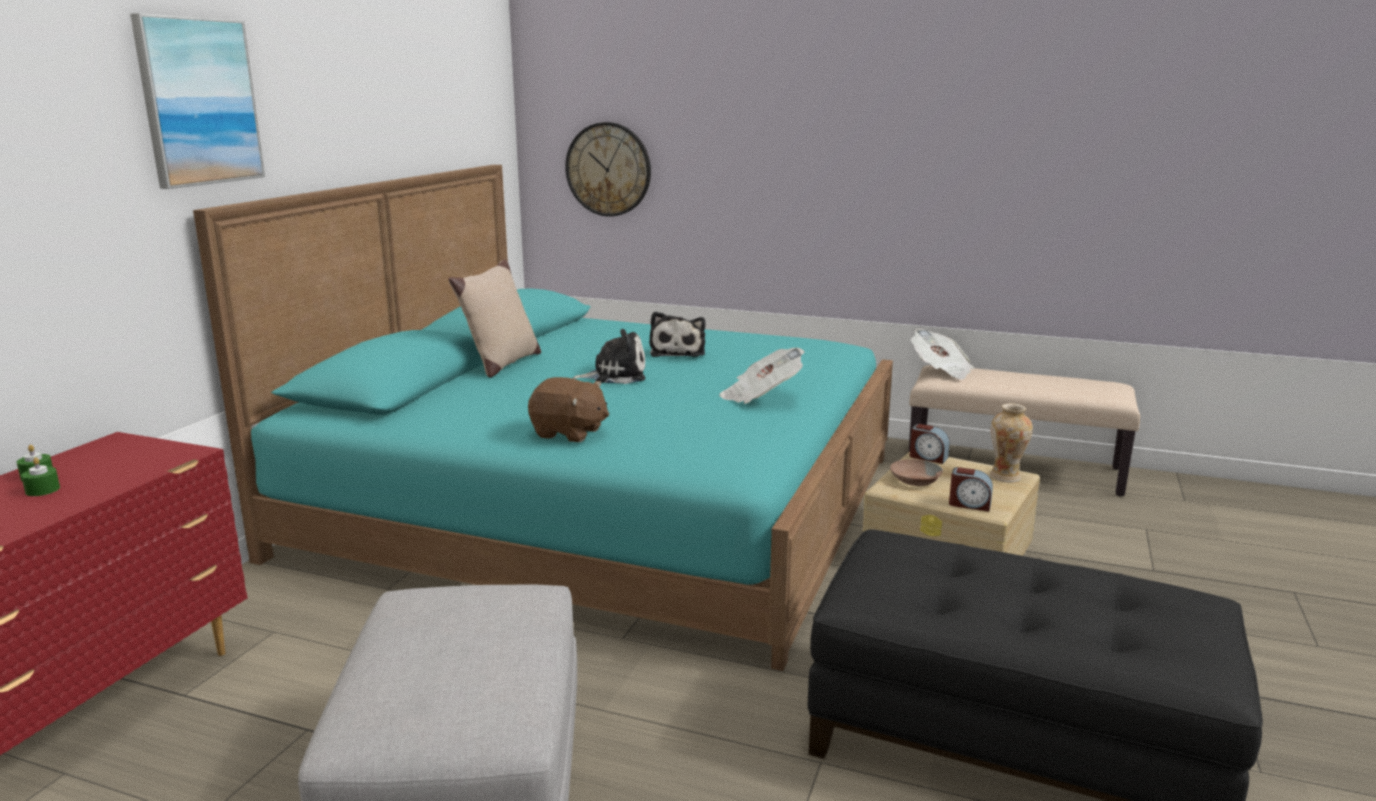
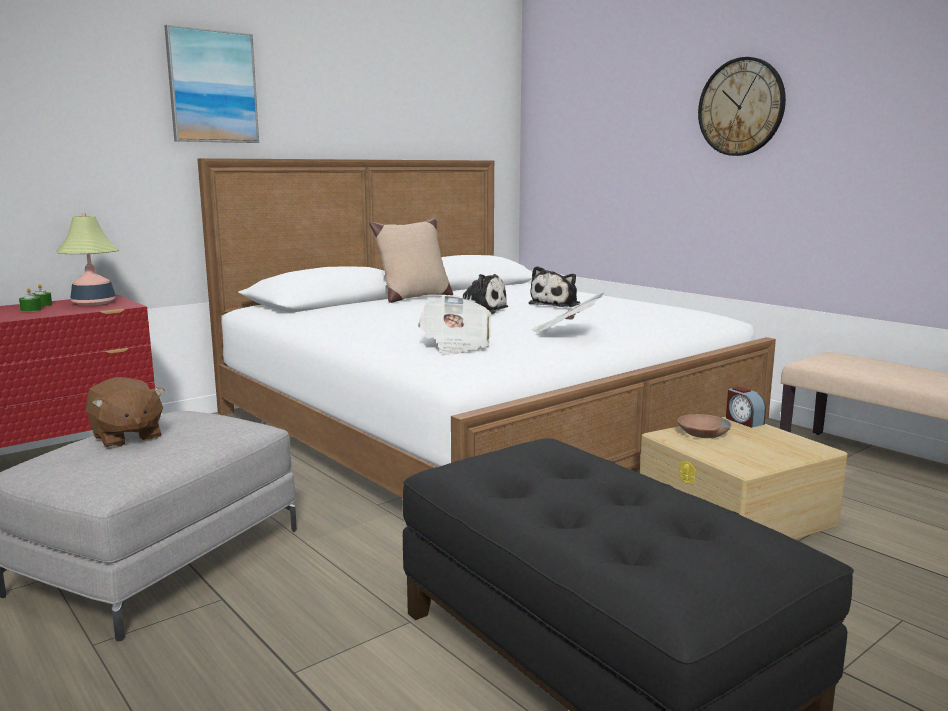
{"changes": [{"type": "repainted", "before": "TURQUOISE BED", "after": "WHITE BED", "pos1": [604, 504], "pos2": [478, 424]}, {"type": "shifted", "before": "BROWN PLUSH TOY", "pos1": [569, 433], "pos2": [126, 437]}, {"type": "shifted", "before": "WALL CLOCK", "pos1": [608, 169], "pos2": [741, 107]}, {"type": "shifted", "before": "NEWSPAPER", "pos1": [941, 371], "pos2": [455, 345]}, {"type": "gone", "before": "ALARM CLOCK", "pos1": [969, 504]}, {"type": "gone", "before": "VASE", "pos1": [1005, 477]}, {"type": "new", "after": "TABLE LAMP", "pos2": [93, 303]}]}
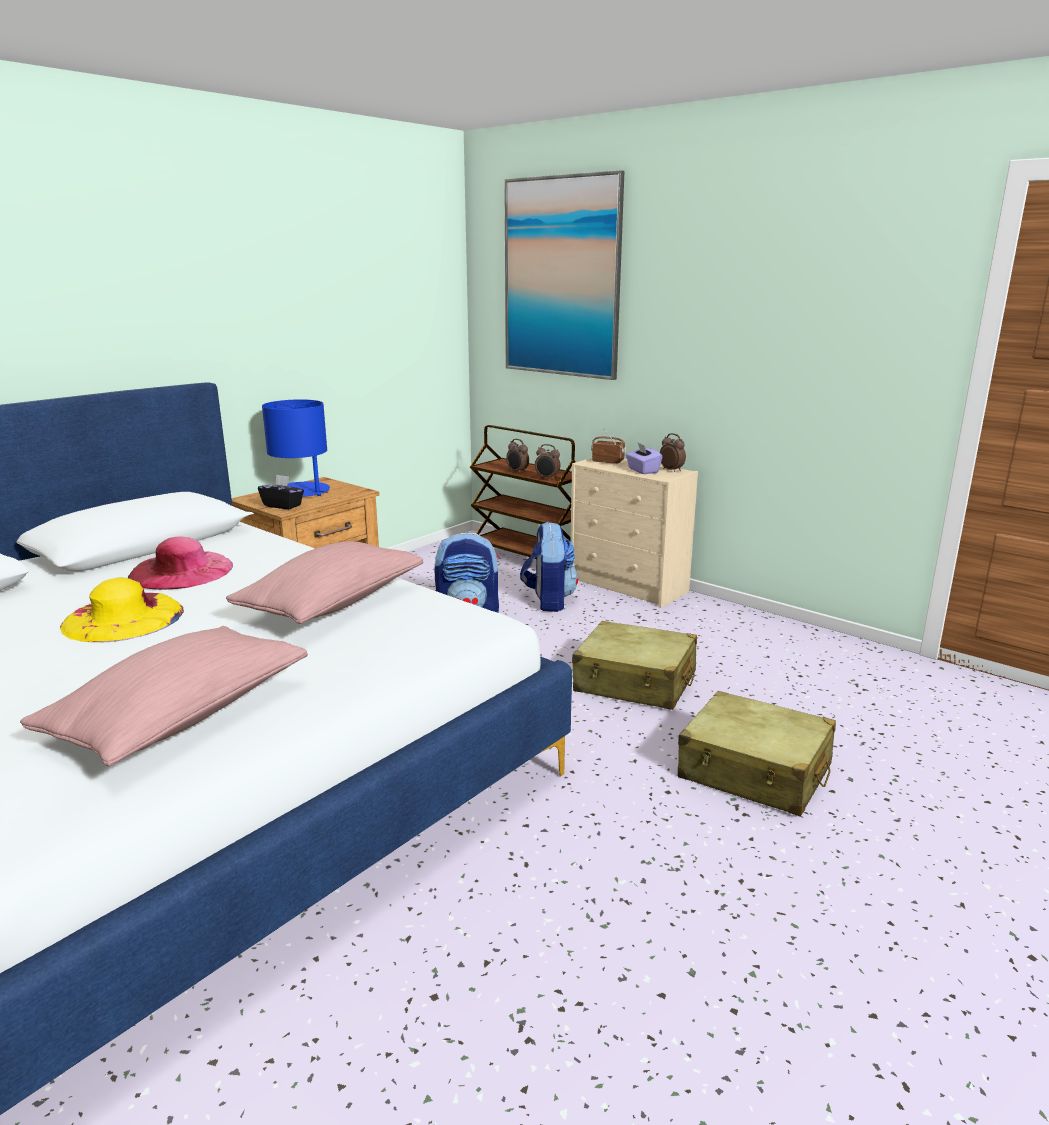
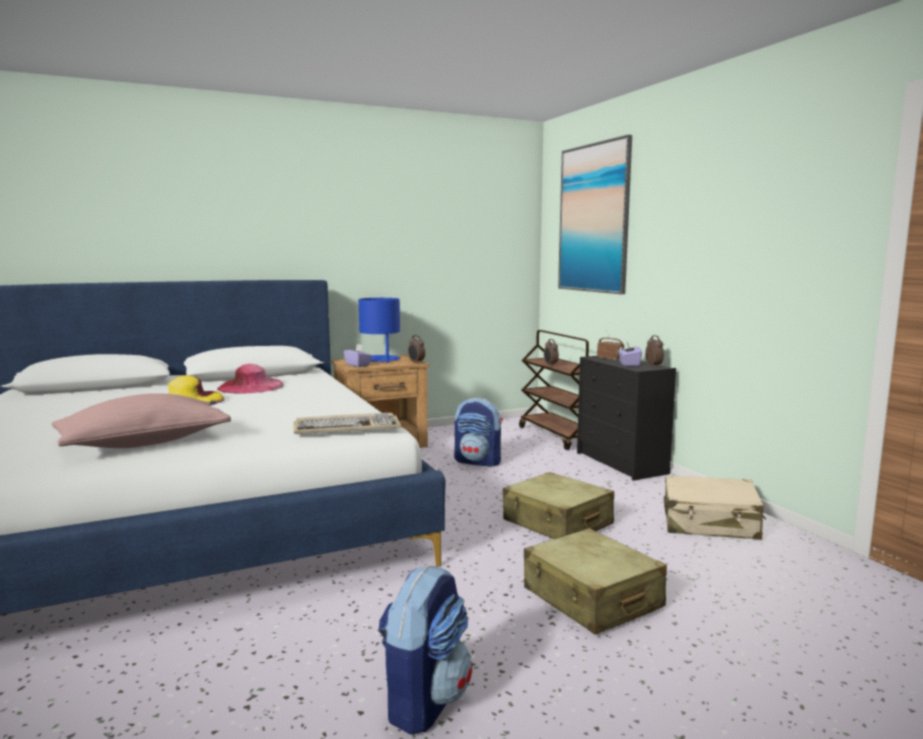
{"changes": [{"type": "gone", "before": "PINK PILLOW", "pos1": [332, 604]}, {"type": "repainted", "before": "BLACK TISSUE BOX", "after": "PURPLE TISSUE BOX", "pos1": [283, 505], "pos2": [358, 365]}, {"type": "shifted", "before": "BACKPACK", "pos1": [548, 601], "pos2": [424, 700]}, {"type": "shifted", "before": "ALARM CLOCK", "pos1": [547, 478], "pos2": [416, 362]}, {"type": "repainted", "before": "BEIGE DRESSER", "after": "BLACK DRESSER", "pos1": [629, 586], "pos2": [622, 463]}, {"type": "new", "after": "KEYBOARD", "pos2": [347, 428]}, {"type": "new", "after": "BEIGE SUITCASE", "pos2": [710, 523]}]}
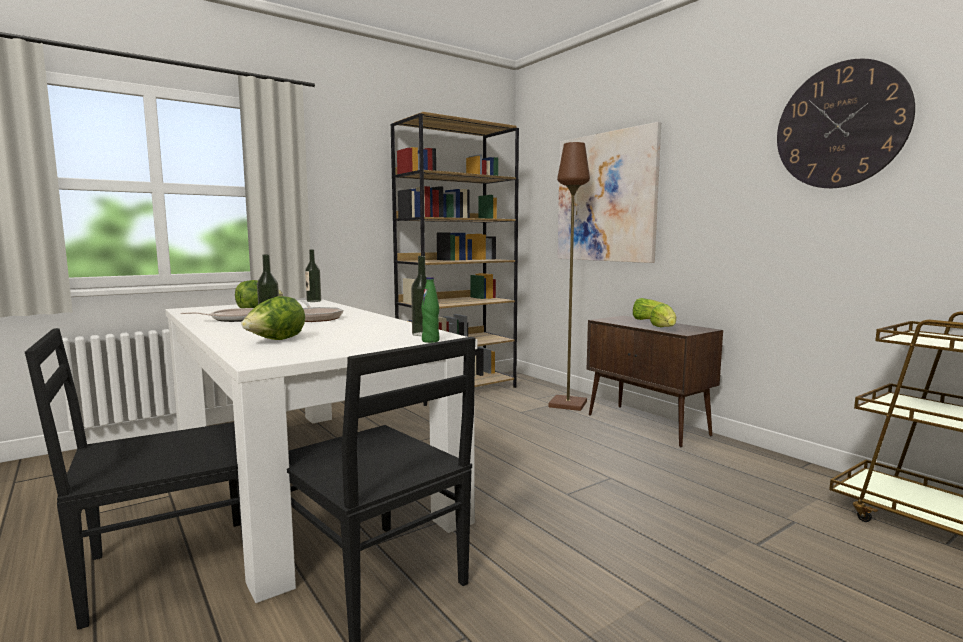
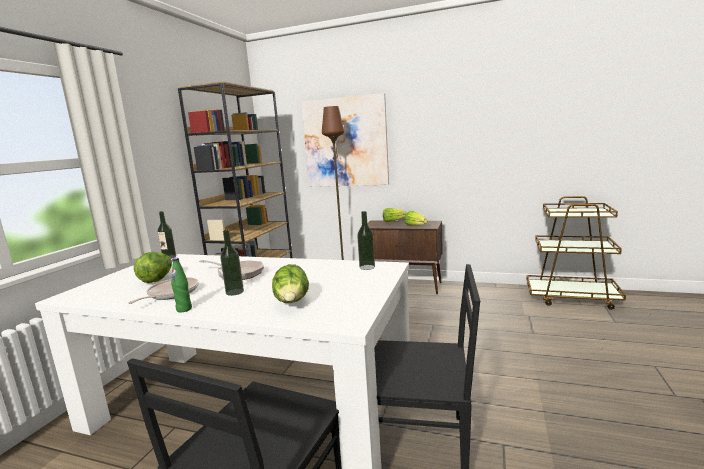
{"changes": [{"type": "shifted", "before": "GREEN BOTTLE", "pos1": [430, 341], "pos2": [184, 309]}, {"type": "gone", "before": "WALL CLOCK", "pos1": [840, 125]}]}
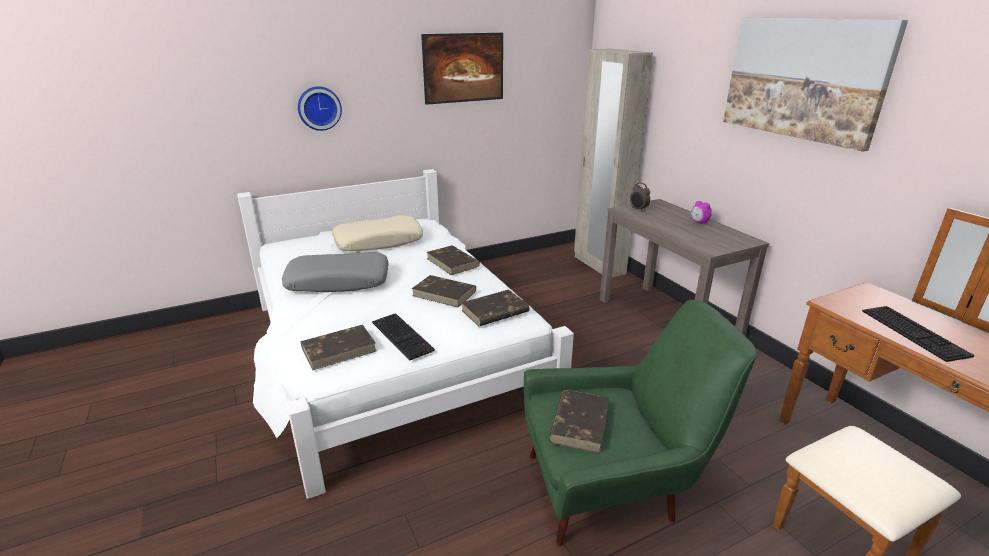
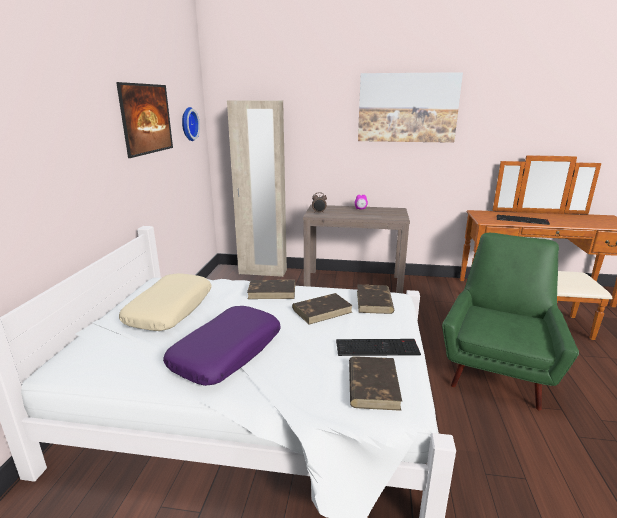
{"changes": [{"type": "repainted", "before": "GREY PILLOW", "after": "PURPLE PILLOW", "pos1": [338, 282], "pos2": [227, 353]}, {"type": "shifted", "before": "WALL CLOCK", "pos1": [319, 108], "pos2": [188, 124]}, {"type": "gone", "before": "BROWN BOOK", "pos1": [579, 423]}]}
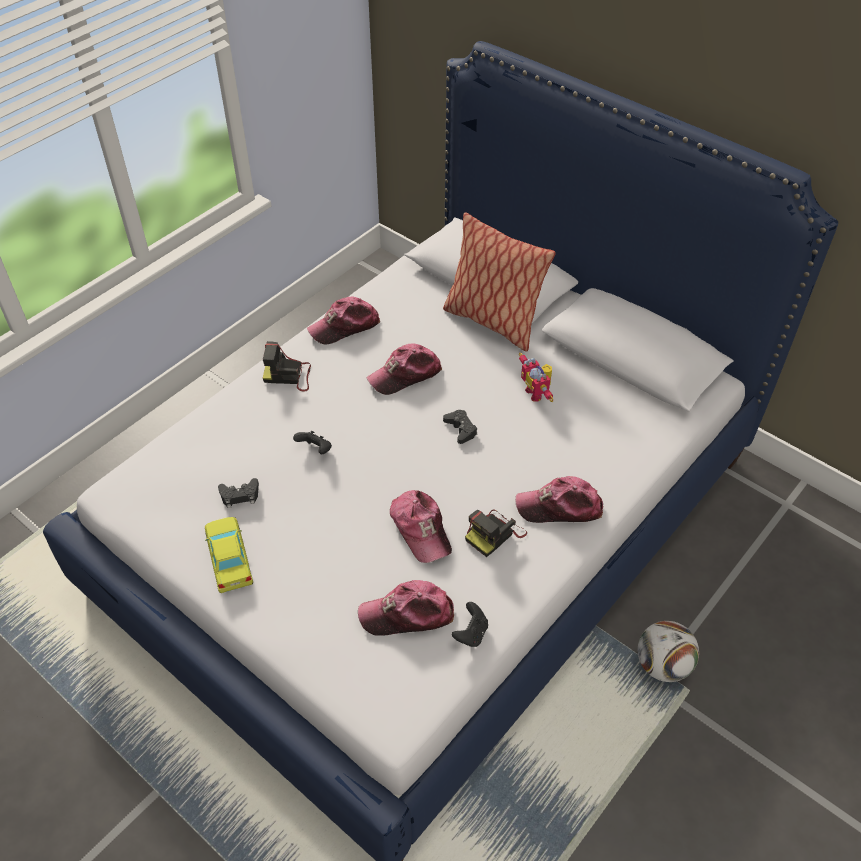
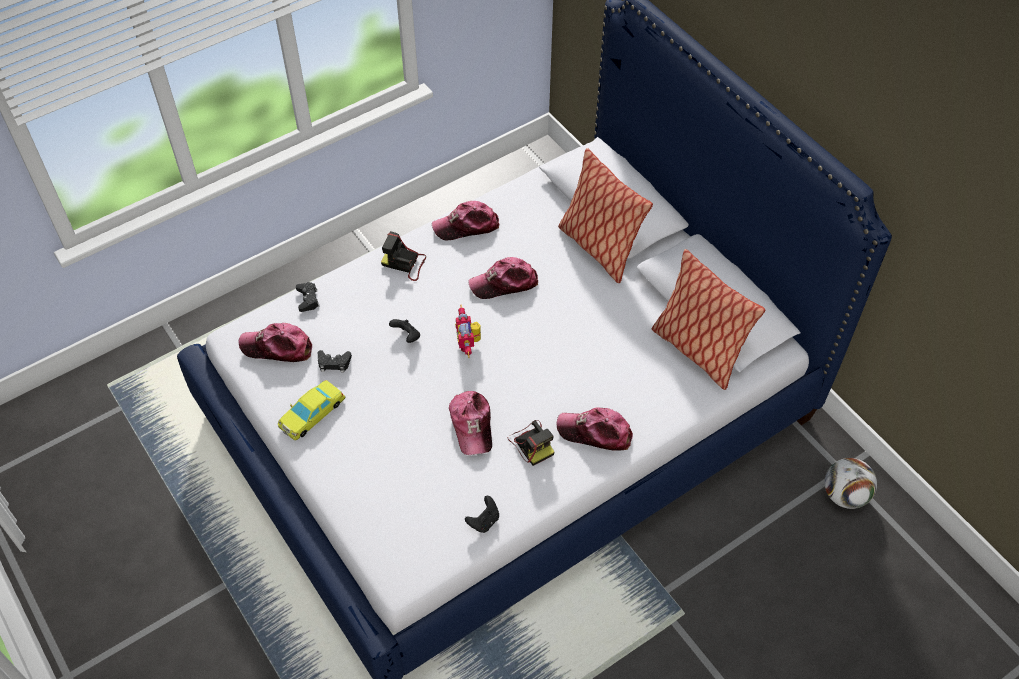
{"changes": [{"type": "rotated", "before": "YELLOW TOY CAR", "pos1": [229, 557], "pos2": [311, 413], "turn": -135}, {"type": "shifted", "before": "CAP", "pos1": [407, 614], "pos2": [277, 348]}, {"type": "shifted", "before": "BLACK GAME CONTROLLER", "pos1": [461, 429], "pos2": [308, 299]}, {"type": "rotated", "before": "PHOTO CAMERA", "pos1": [494, 534], "pos2": [532, 443], "turn": -90}, {"type": "shifted", "before": "TOY ROBOT", "pos1": [537, 392], "pos2": [469, 344]}, {"type": "shifted", "before": "FOOTBALL", "pos1": [662, 665], "pos2": [844, 495]}, {"type": "new", "after": "PILLOW", "pos2": [697, 350]}]}
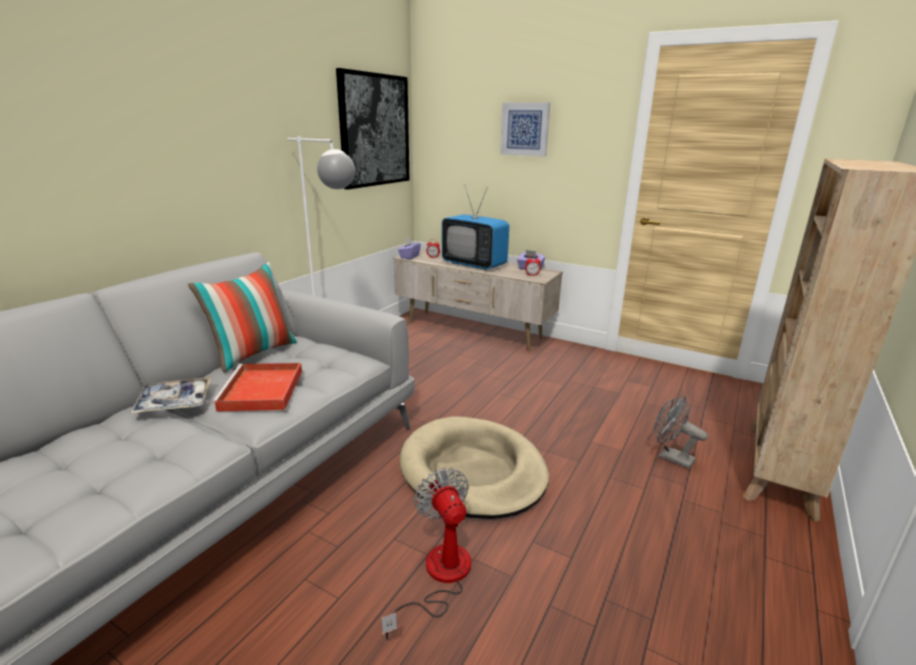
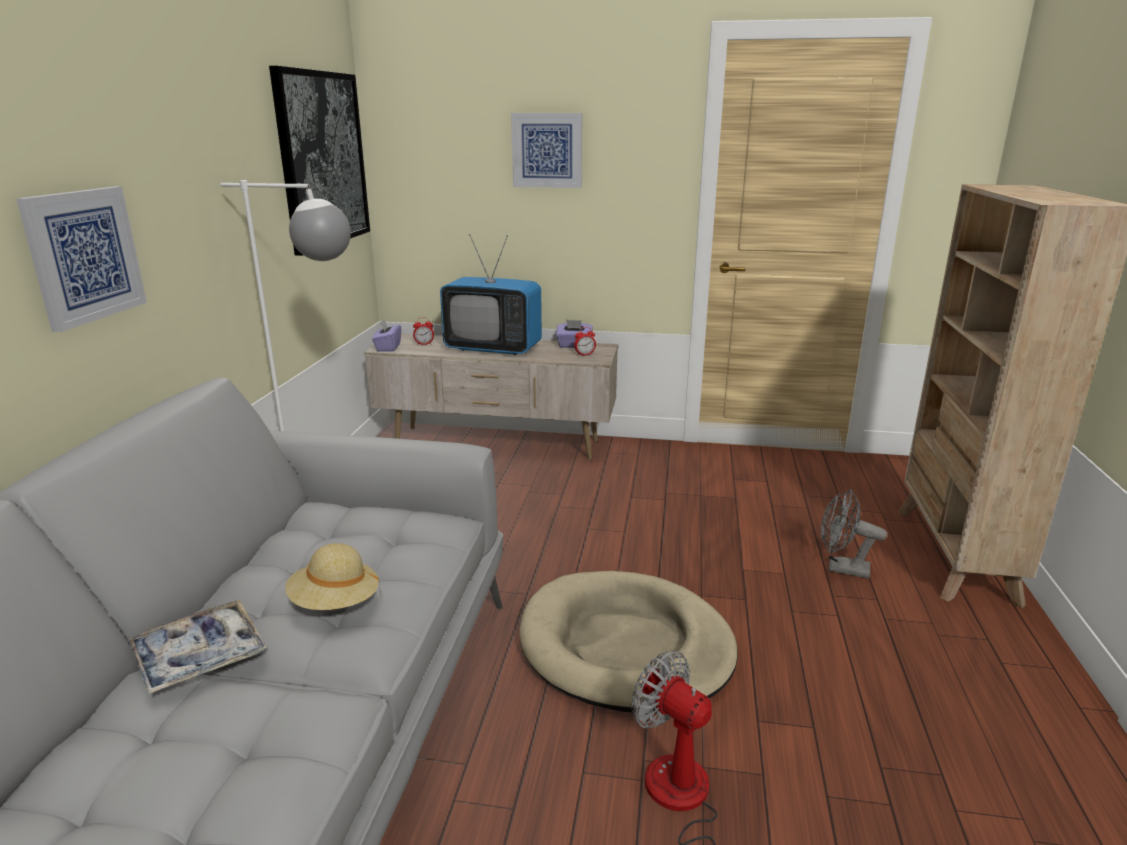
{"changes": [{"type": "gone", "before": "PILLOW", "pos1": [253, 354]}, {"type": "swapped", "before": "RED TRAY", "after": "BEIGE HAT", "pos1": [262, 391], "pos2": [335, 603]}, {"type": "new", "after": "PICTURE", "pos2": [84, 255]}]}
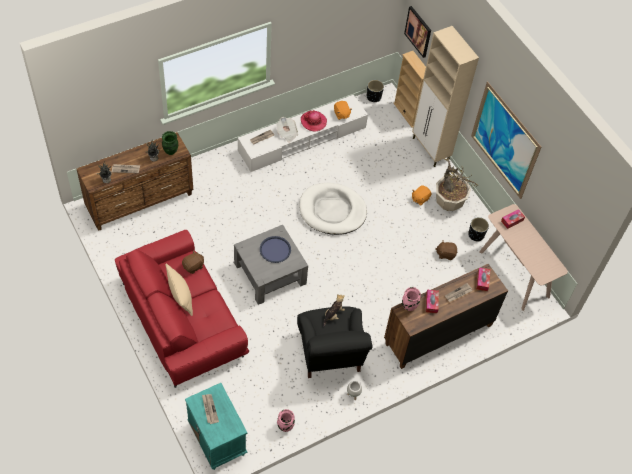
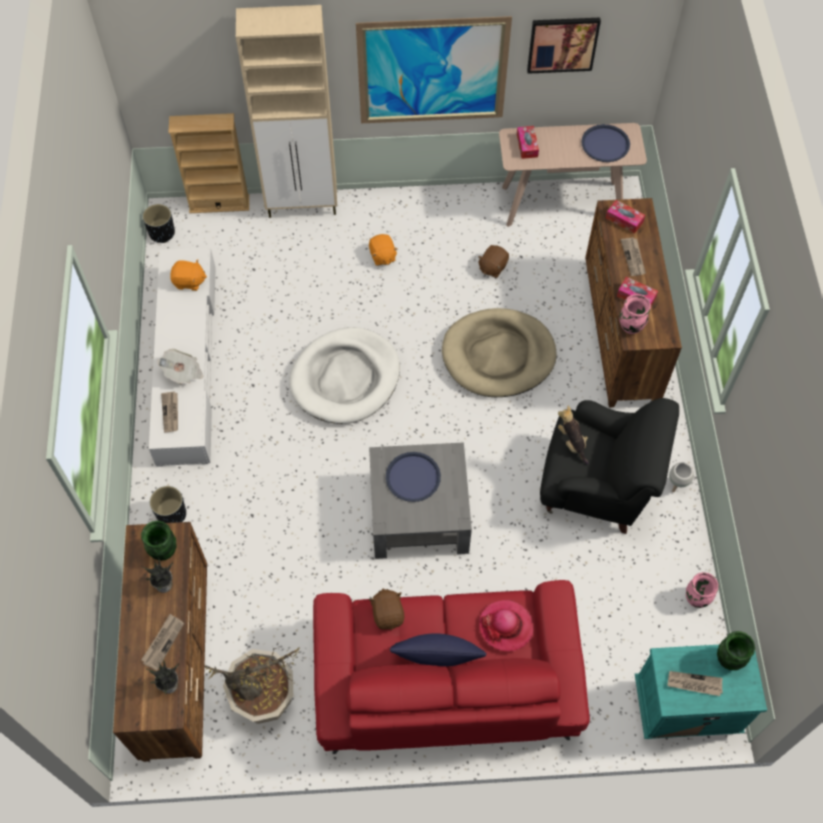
{"changes": [{"type": "repainted", "before": "BEIGE PILLOW", "after": "BLUE PILLOW", "pos1": [180, 296], "pos2": [437, 656]}, {"type": "shifted", "before": "HAT", "pos1": [313, 122], "pos2": [506, 626]}, {"type": "shifted", "before": "PICTURE", "pos1": [418, 31], "pos2": [562, 44]}, {"type": "shifted", "before": "POTTED PLANT", "pos1": [449, 202], "pos2": [264, 696]}, {"type": "shifted", "before": "BLACK PLANTER", "pos1": [476, 234], "pos2": [171, 514]}, {"type": "new", "after": "BEIGE DOG BED", "pos2": [498, 355]}, {"type": "new", "after": "BLUE TRAY", "pos2": [605, 144]}, {"type": "new", "after": "GREEN VASE", "pos2": [728, 659]}]}
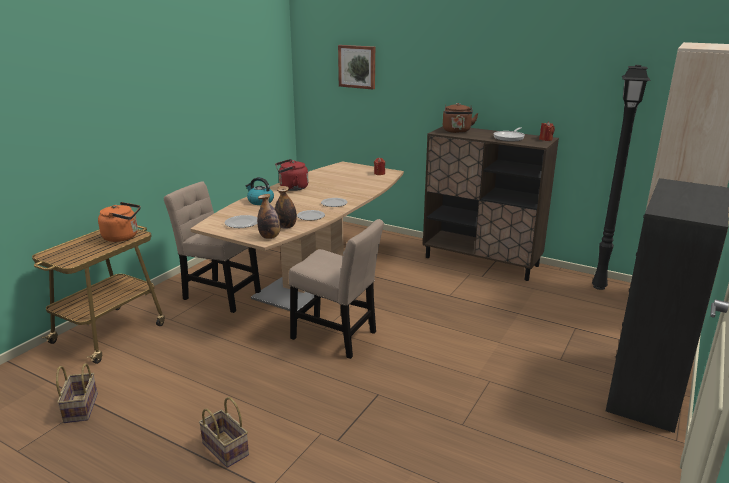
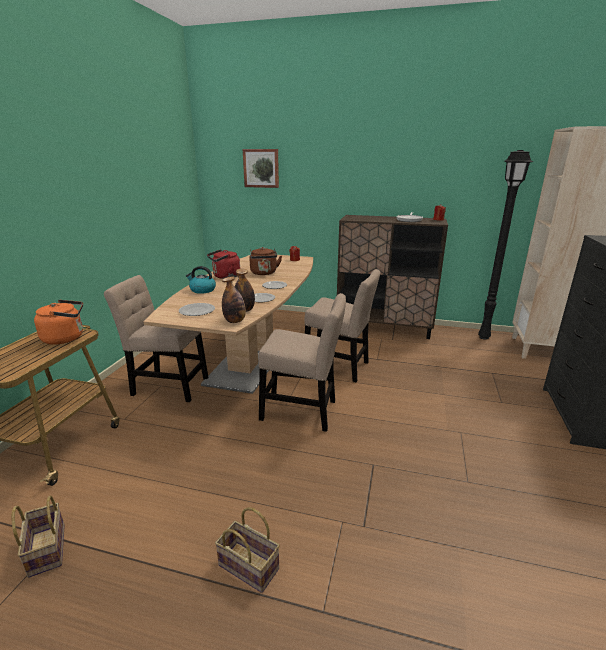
{"changes": [{"type": "shifted", "before": "BROWN KETTLE", "pos1": [457, 131], "pos2": [264, 273]}, {"type": "new", "after": "BEIGE CHAIR", "pos2": [339, 367]}]}
